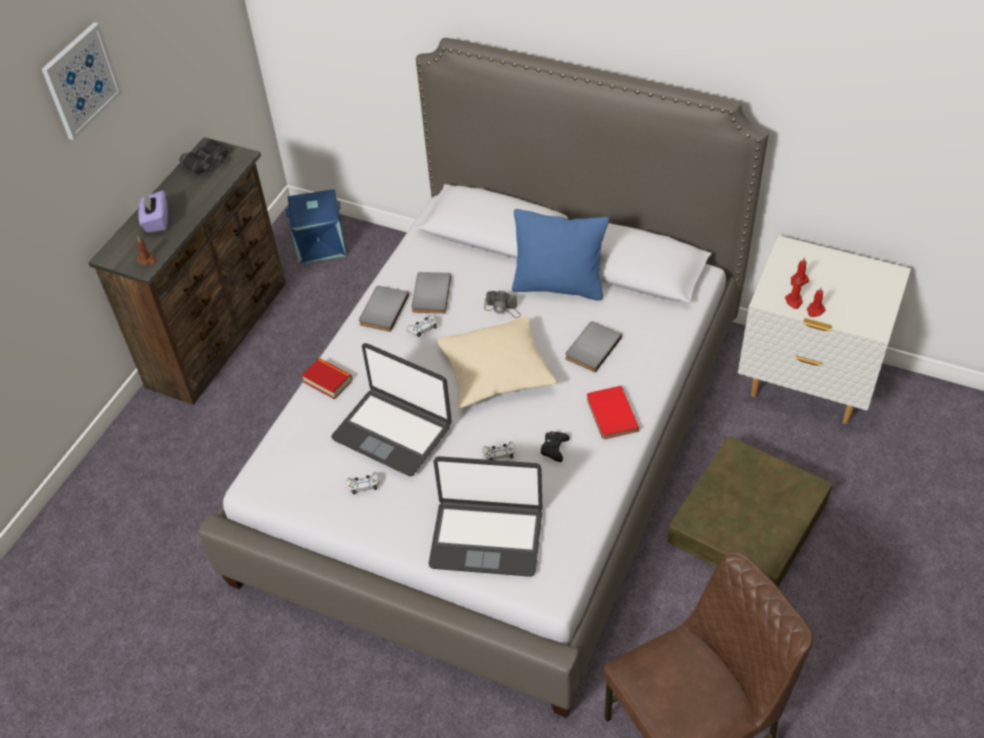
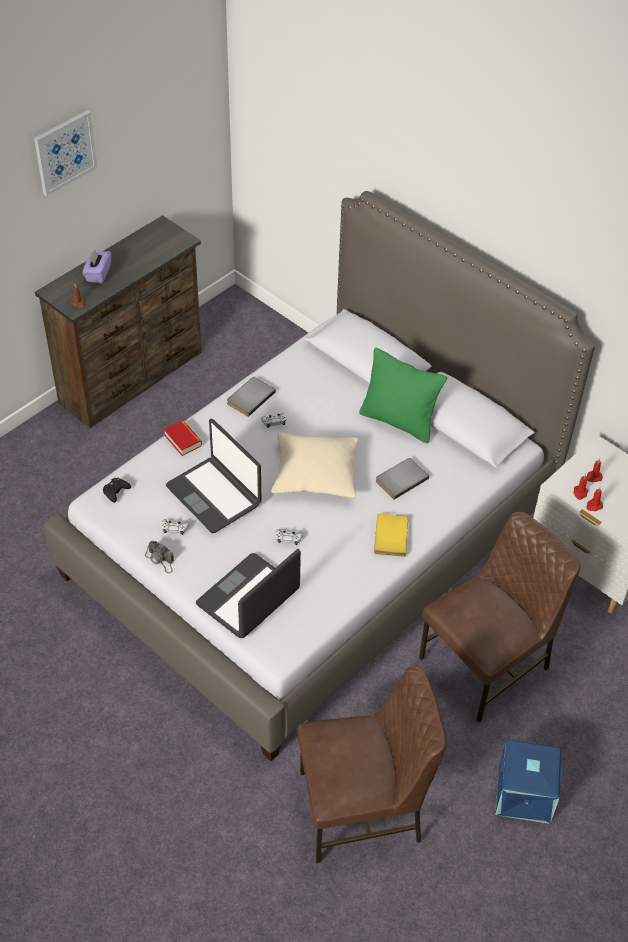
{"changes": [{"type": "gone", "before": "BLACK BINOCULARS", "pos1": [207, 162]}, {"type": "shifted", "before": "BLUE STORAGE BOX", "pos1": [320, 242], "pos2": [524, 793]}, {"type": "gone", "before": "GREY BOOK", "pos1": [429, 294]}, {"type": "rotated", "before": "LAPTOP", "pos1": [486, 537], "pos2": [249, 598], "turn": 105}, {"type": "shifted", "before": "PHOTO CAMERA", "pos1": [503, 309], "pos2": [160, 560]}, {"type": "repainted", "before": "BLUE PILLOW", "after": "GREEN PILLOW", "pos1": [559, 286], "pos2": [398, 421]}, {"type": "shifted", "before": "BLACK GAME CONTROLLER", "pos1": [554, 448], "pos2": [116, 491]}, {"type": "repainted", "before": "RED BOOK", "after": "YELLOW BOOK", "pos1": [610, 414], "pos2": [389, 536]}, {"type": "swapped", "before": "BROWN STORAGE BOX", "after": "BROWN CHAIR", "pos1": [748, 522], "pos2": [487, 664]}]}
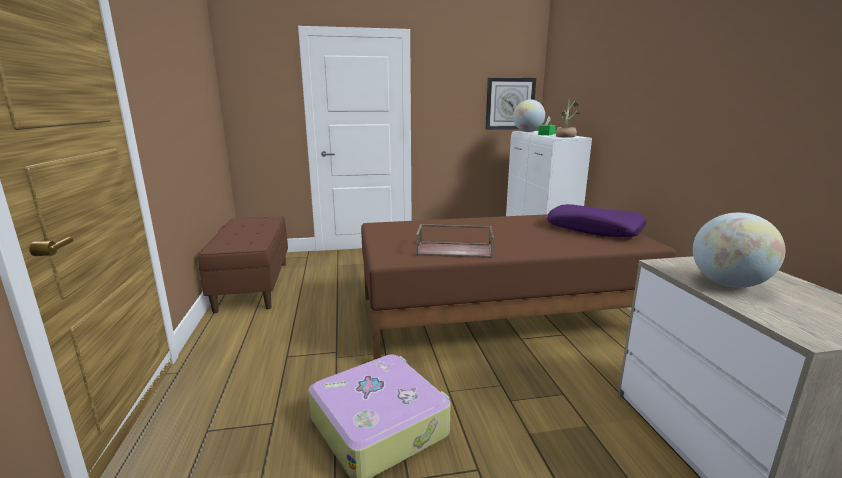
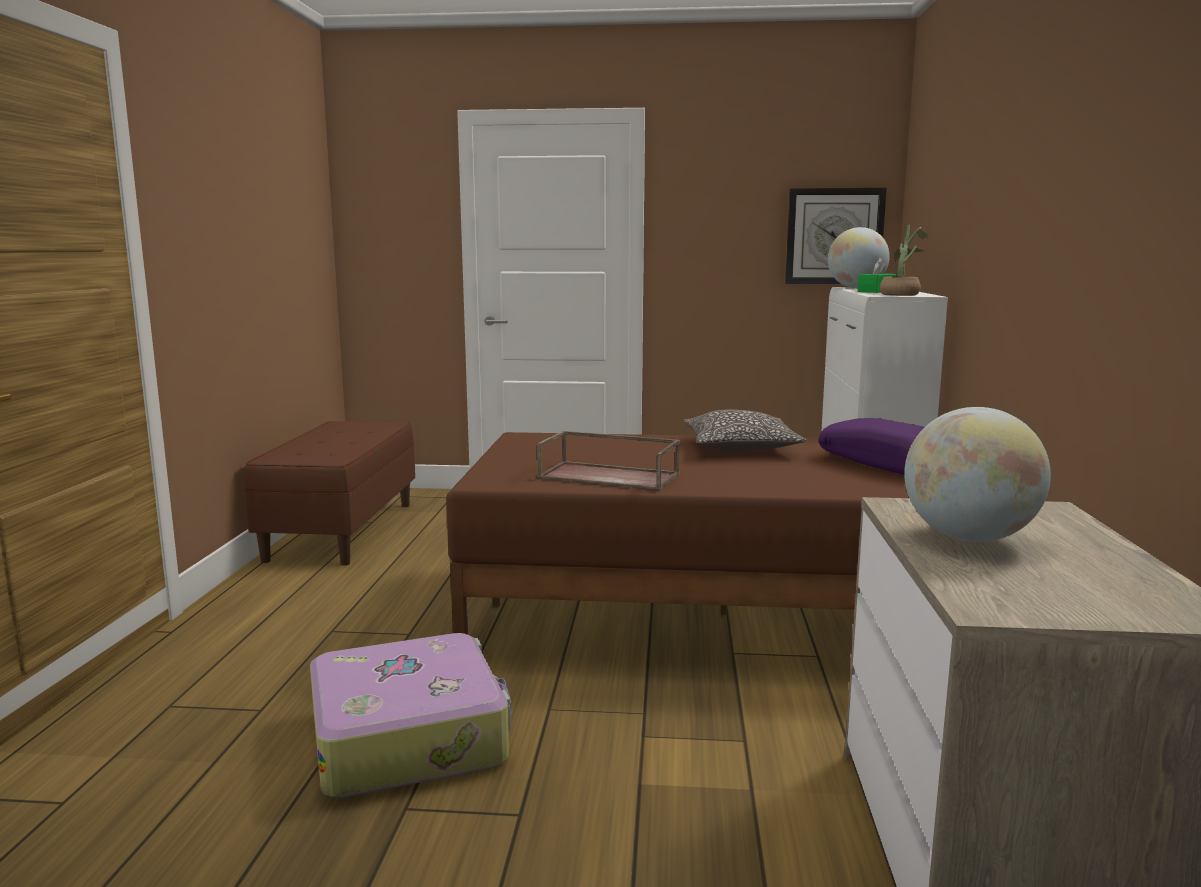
{"changes": [{"type": "new", "after": "PILLOW", "pos2": [740, 447]}]}
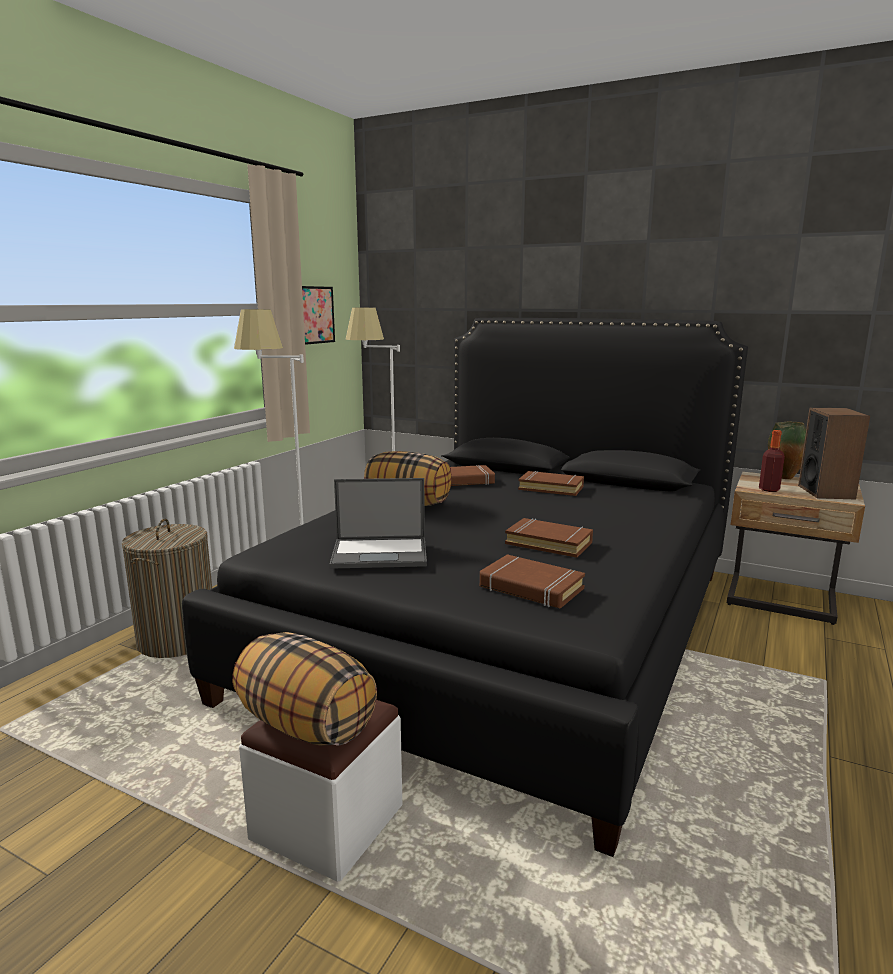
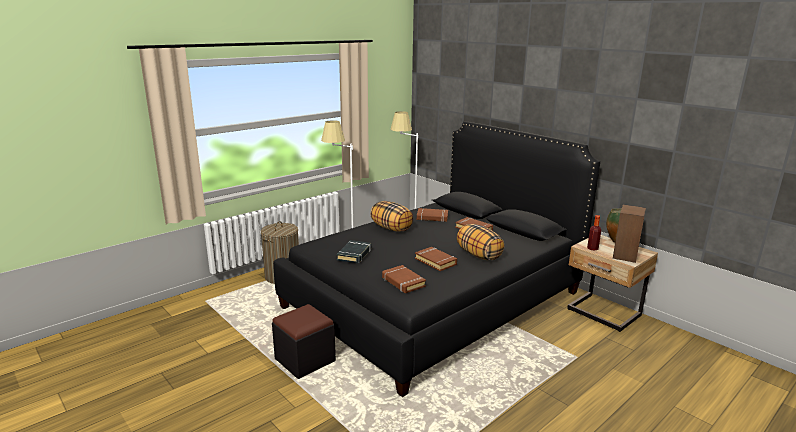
{"changes": [{"type": "shifted", "before": "PILLOW", "pos1": [305, 725], "pos2": [478, 255]}, {"type": "repainted", "before": "WHITE OTTOMAN", "after": "BLACK OTTOMAN", "pos1": [327, 822], "pos2": [305, 360]}, {"type": "gone", "before": "PICTURE", "pos1": [314, 315]}, {"type": "swapped", "before": "LAPTOP", "after": "BLACK BOOK", "pos1": [381, 553], "pos2": [354, 254]}]}
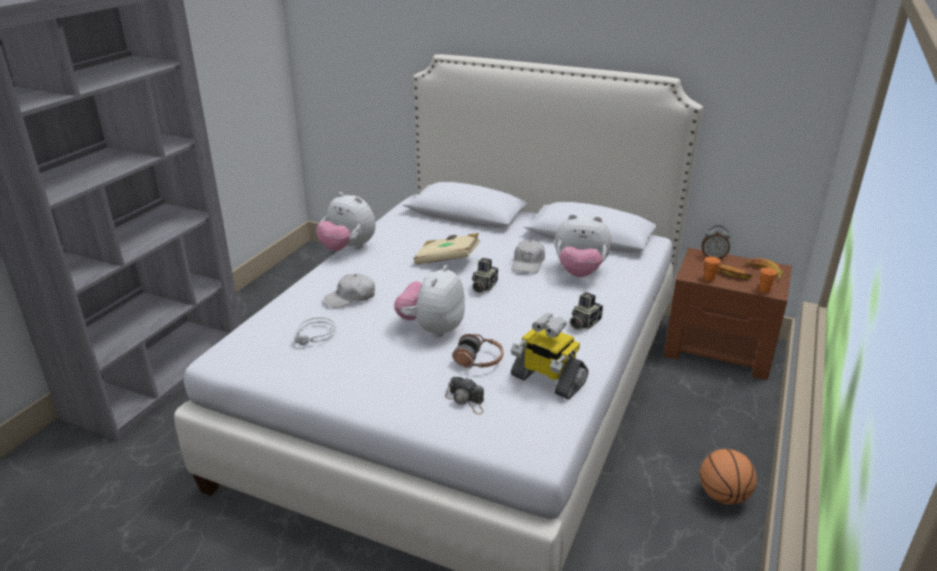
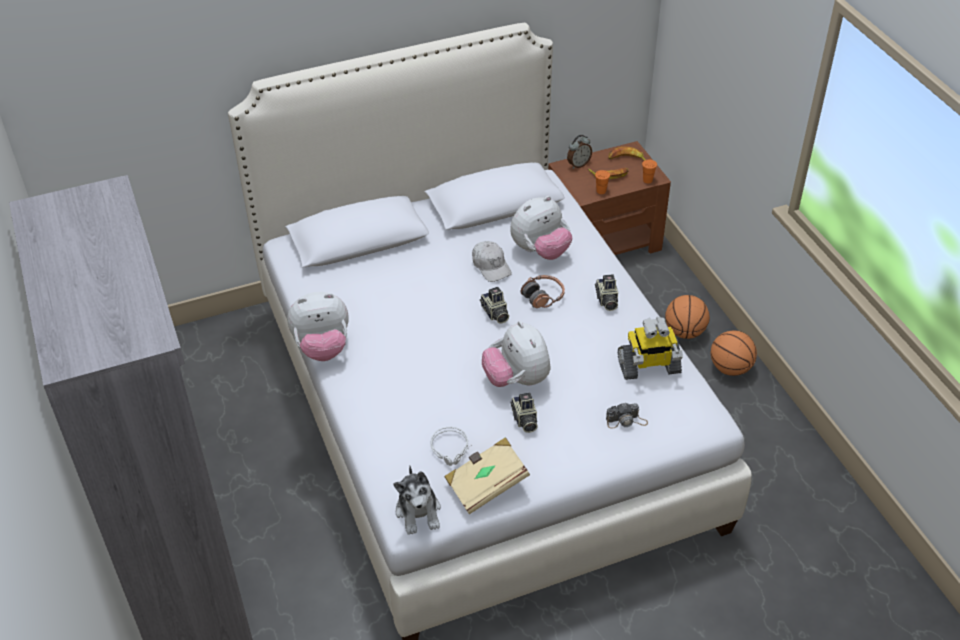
{"changes": [{"type": "gone", "before": "WHITE CAP", "pos1": [350, 298]}, {"type": "shifted", "before": "BEIGE BOOK", "pos1": [447, 260], "pos2": [486, 485]}, {"type": "shifted", "before": "HEADPHONES", "pos1": [478, 360], "pos2": [543, 296]}, {"type": "new", "after": "PLUSH TOY", "pos2": [418, 511]}, {"type": "new", "after": "PHOTO CAMERA", "pos2": [524, 420]}, {"type": "new", "after": "BASKETBALL", "pos2": [684, 332]}]}
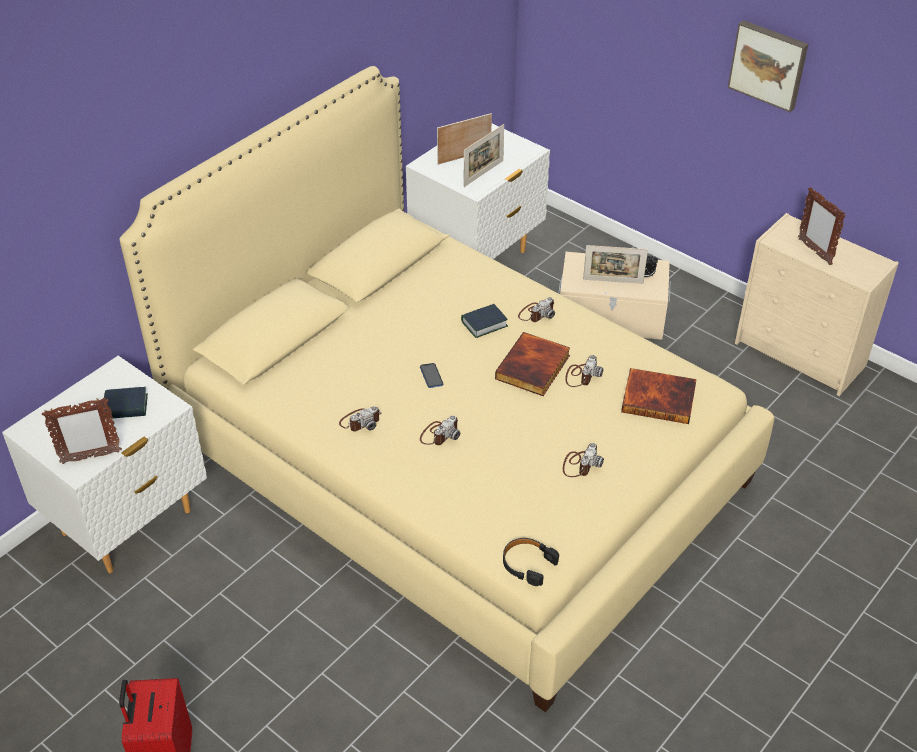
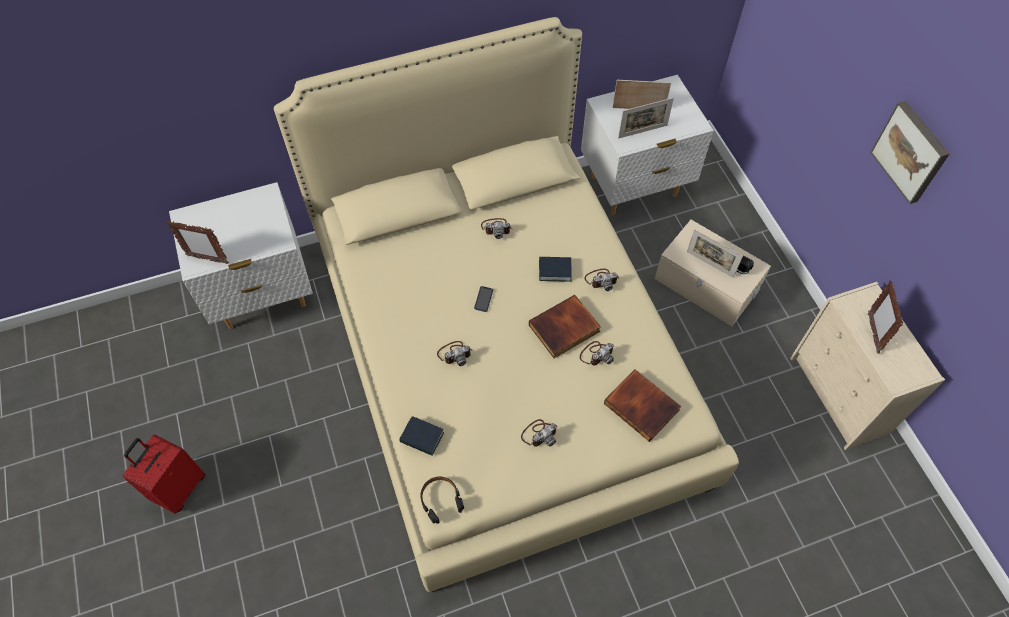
{"changes": [{"type": "shifted", "before": "BOOK", "pos1": [126, 407], "pos2": [422, 438]}, {"type": "shifted", "before": "PHOTO CAMERA", "pos1": [360, 421], "pos2": [496, 228]}]}
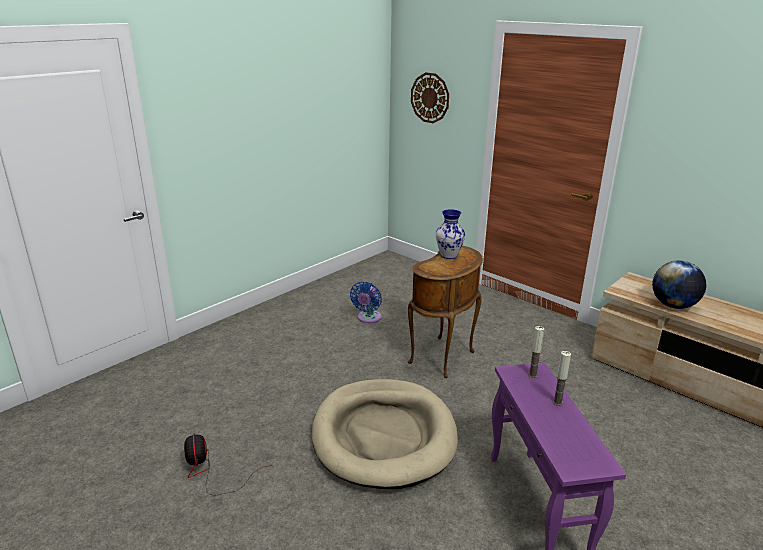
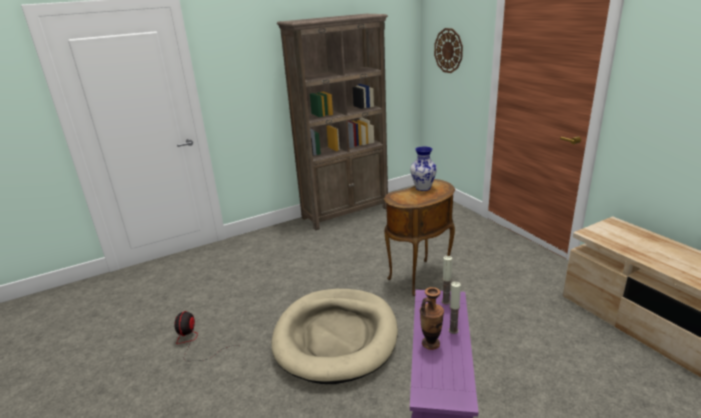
{"changes": [{"type": "gone", "before": "BLUE FAN", "pos1": [368, 318]}, {"type": "gone", "before": "GLOBE", "pos1": [673, 306]}, {"type": "new", "after": "BROWN BOOKCASE", "pos2": [346, 213]}, {"type": "new", "after": "VASE", "pos2": [431, 343]}]}
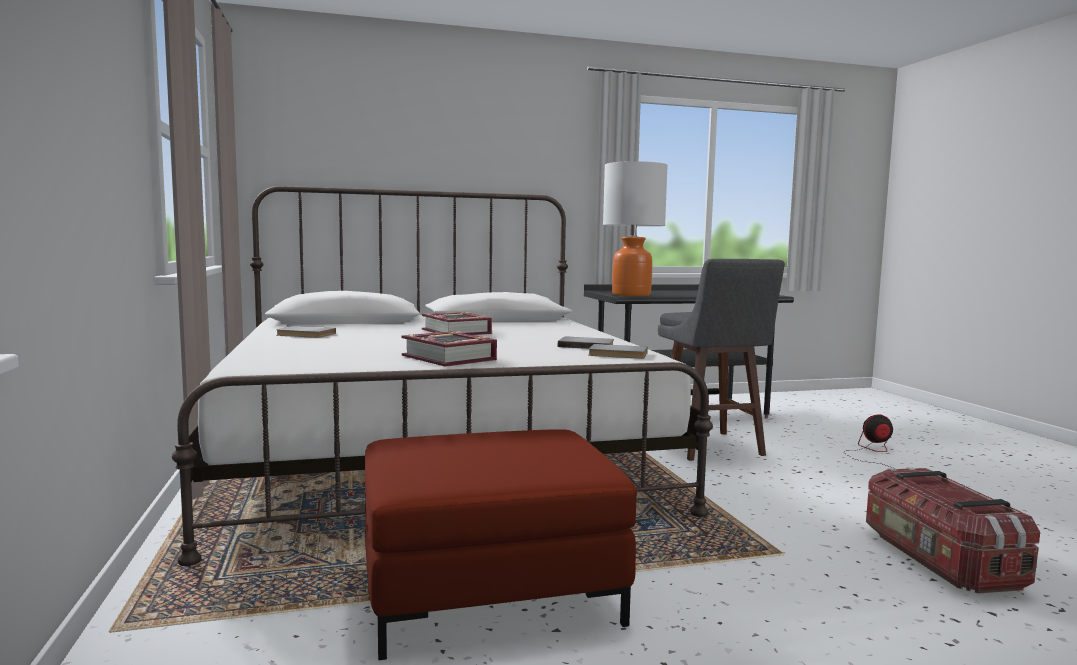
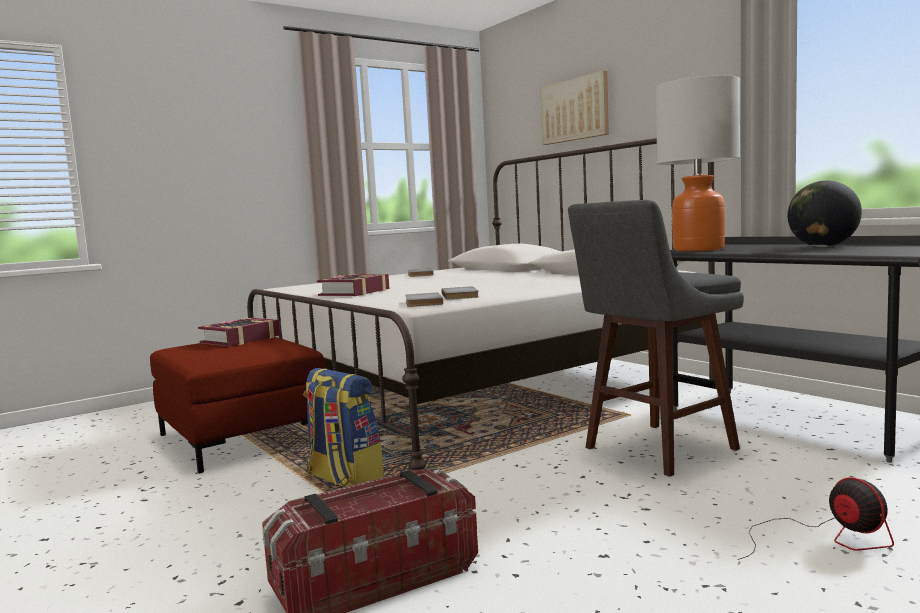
{"changes": [{"type": "shifted", "before": "BOOK", "pos1": [456, 332], "pos2": [241, 339]}, {"type": "new", "after": "BACKPACK", "pos2": [343, 479]}, {"type": "new", "after": "PICTURE", "pos2": [575, 109]}, {"type": "new", "after": "GLOBE", "pos2": [823, 246]}]}
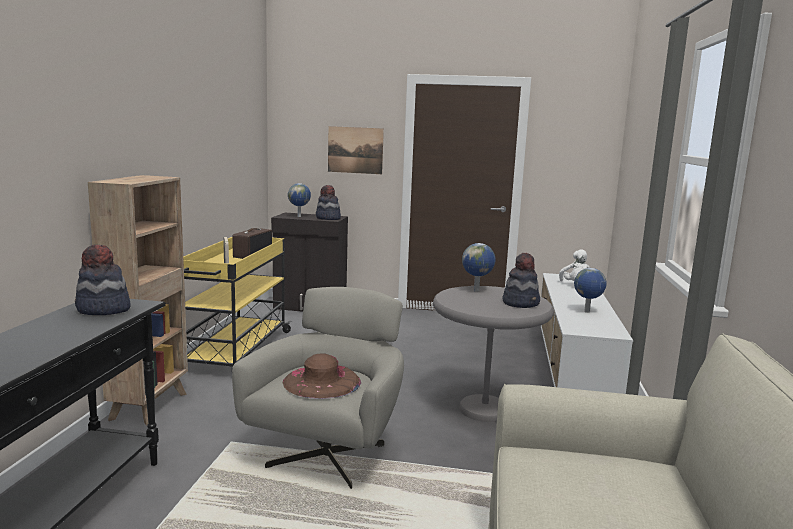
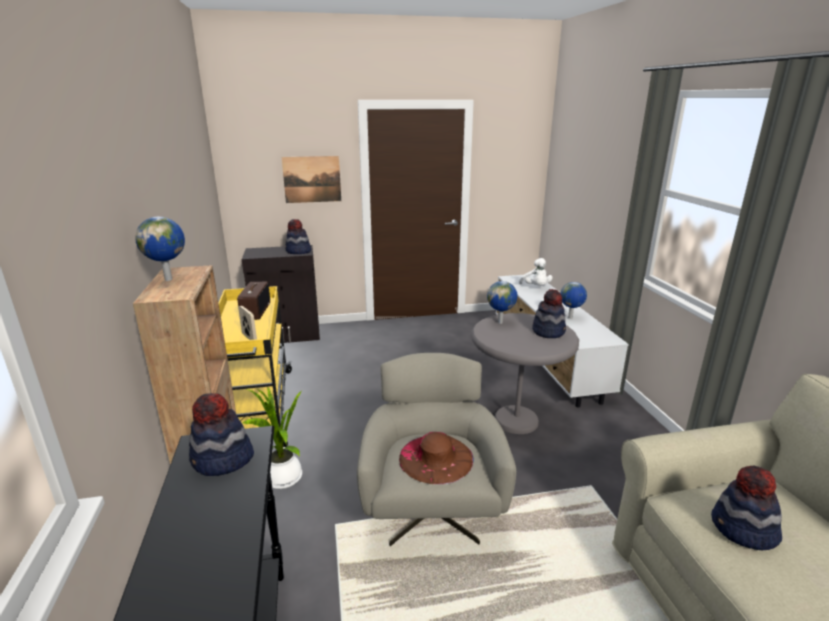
{"changes": [{"type": "shifted", "before": "GLOBE", "pos1": [299, 216], "pos2": [169, 279]}, {"type": "new", "after": "POTTED PLANT", "pos2": [282, 480]}, {"type": "new", "after": "HAT", "pos2": [743, 530]}]}
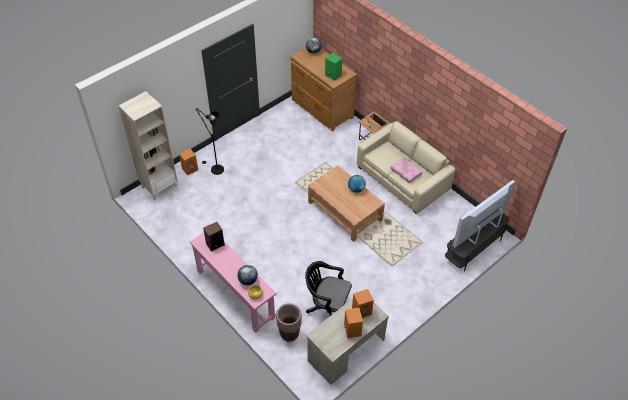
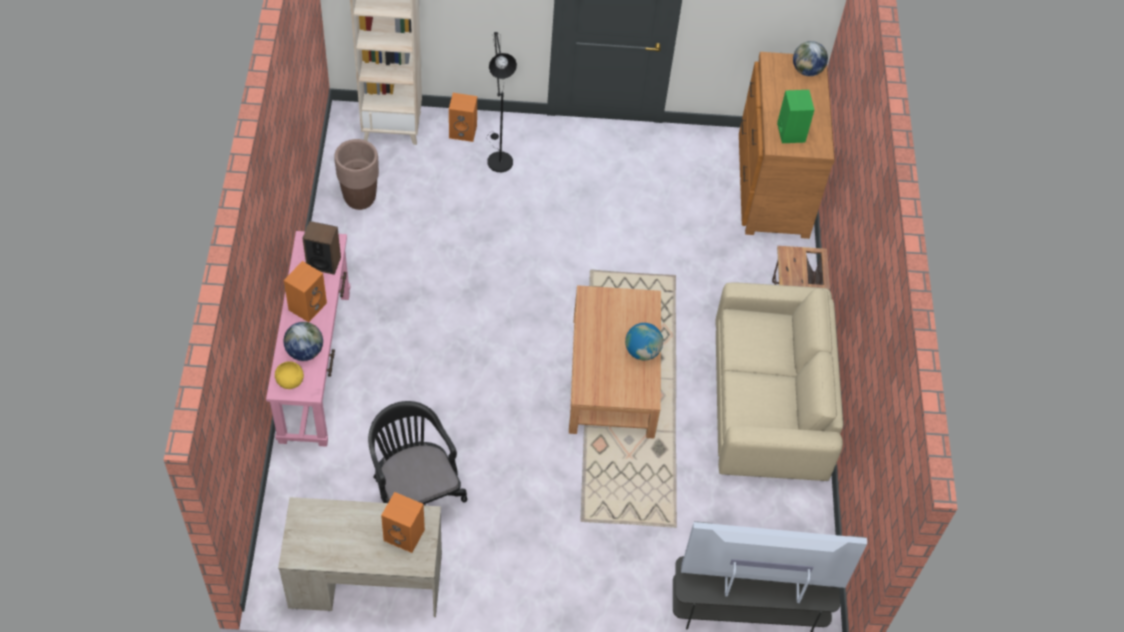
{"changes": [{"type": "shifted", "before": "BROWN PLANTER", "pos1": [289, 334], "pos2": [359, 198]}, {"type": "shifted", "before": "ORANGE SPEAKER", "pos1": [352, 329], "pos2": [307, 305]}, {"type": "gone", "before": "PINK PILLOW", "pos1": [406, 172]}]}
